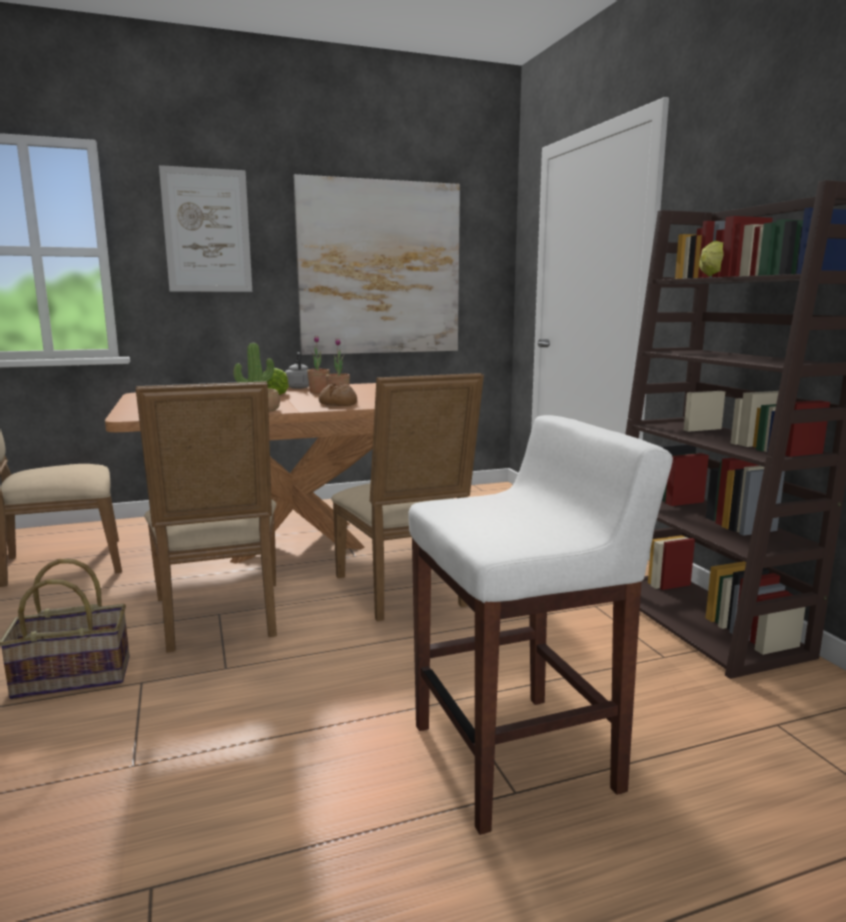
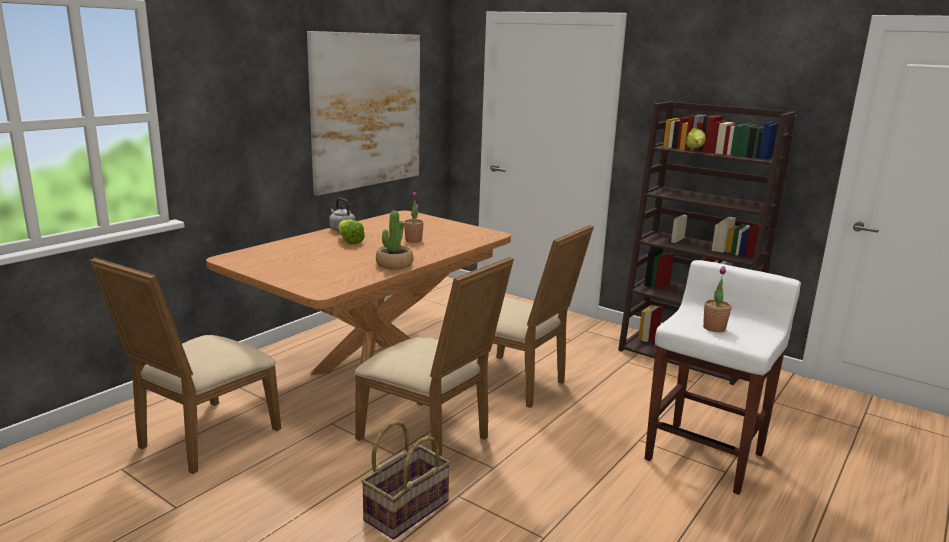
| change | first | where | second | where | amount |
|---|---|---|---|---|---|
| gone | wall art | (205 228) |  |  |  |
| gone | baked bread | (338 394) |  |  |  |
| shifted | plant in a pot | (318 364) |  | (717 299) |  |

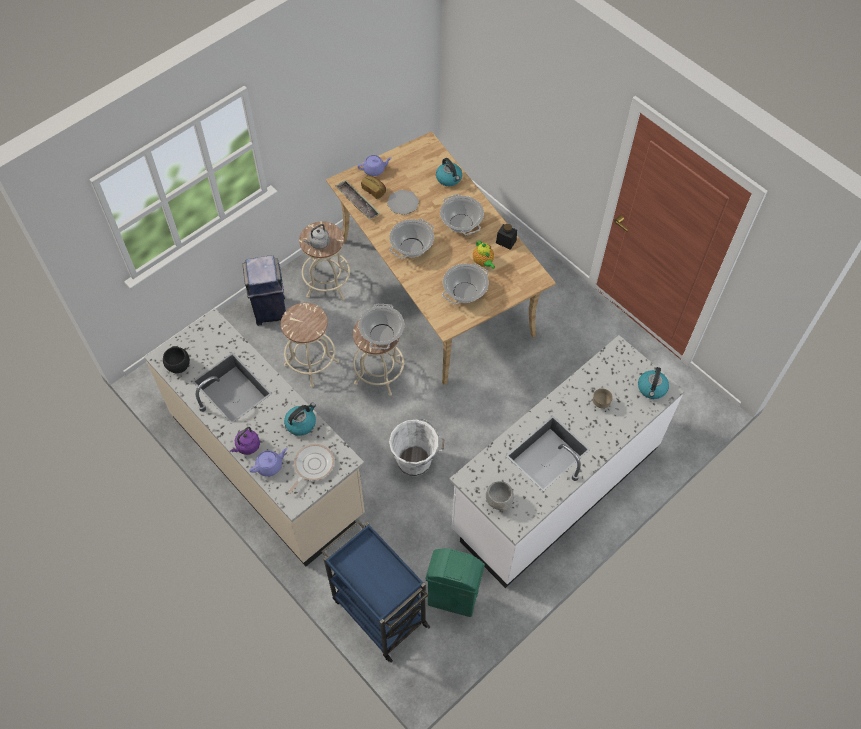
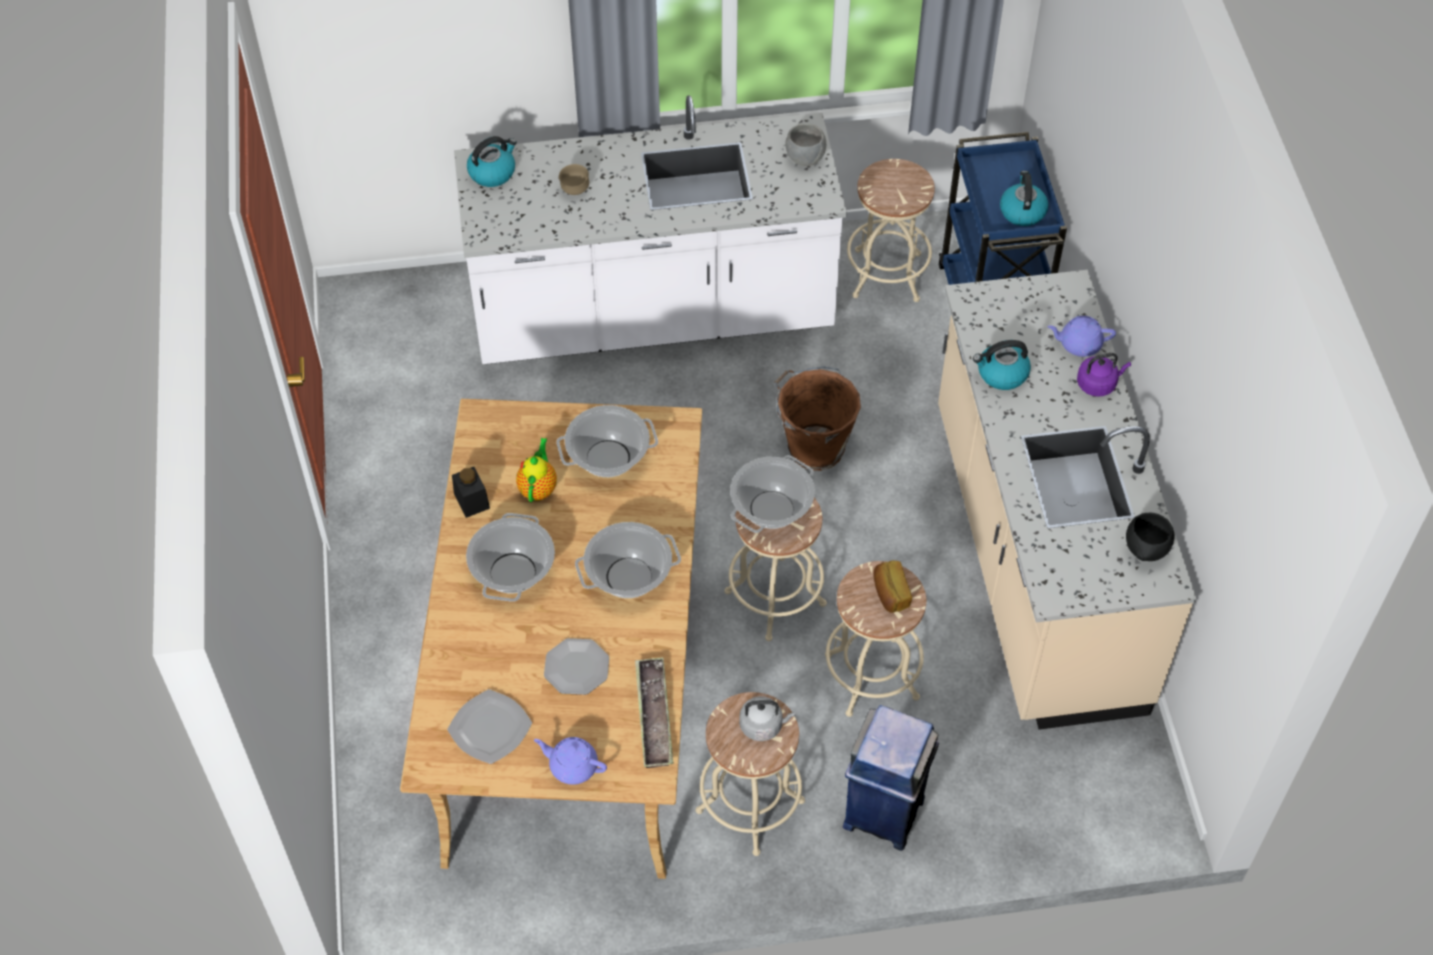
| change | first | where | second | where | amount |
|---|---|---|---|---|---|
| gone | pan | (311 469) |  |  |  |
| new |  |  | plate | (489 726) |  |
| shifted | baked bread | (373 187) |  | (892 587) |  |
| shifted | water kettle | (449 172) |  | (1024 198) |  |
| swapped | green waste bin | (455 582) | beige-coloured stool seat | (891 230) |  |
| repainted | white water bucket | (417 448) | brownish water bucket | (818 419) |  |

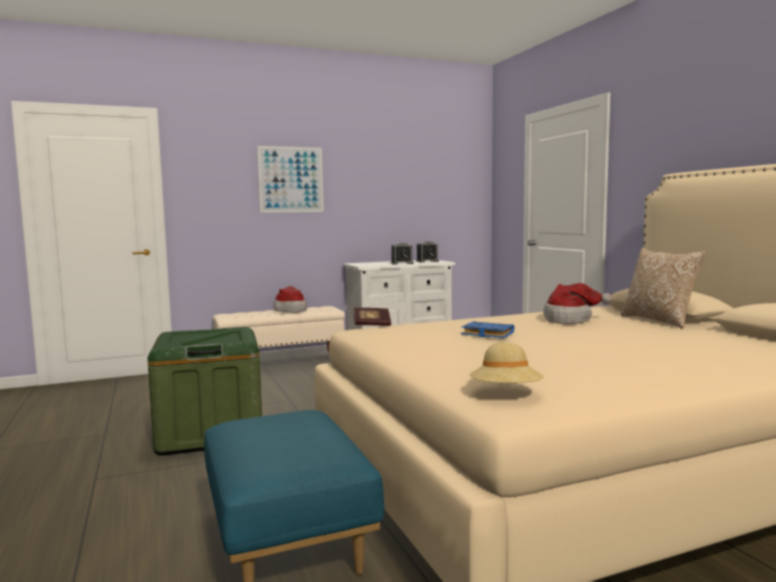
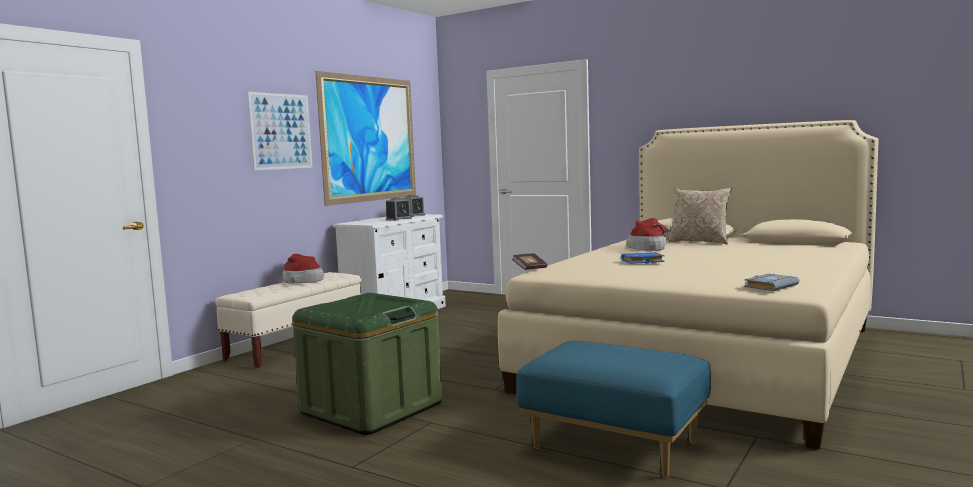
| change | first | where | second | where | amount |
|---|---|---|---|---|---|
| new |  |  | wall art | (365 138) |  |
| swapped | beige-coloured wearable hat | (506 362) | grey bound book | (771 282) |  |

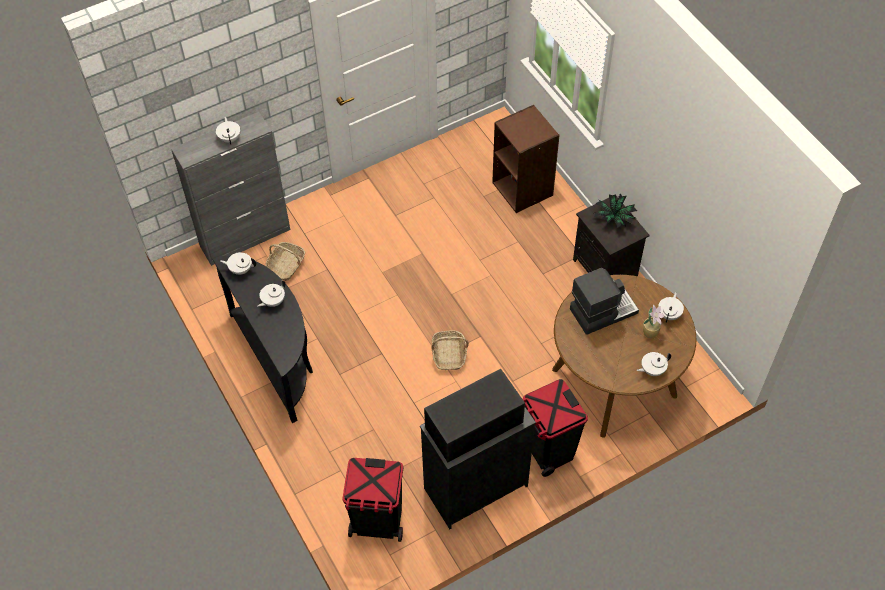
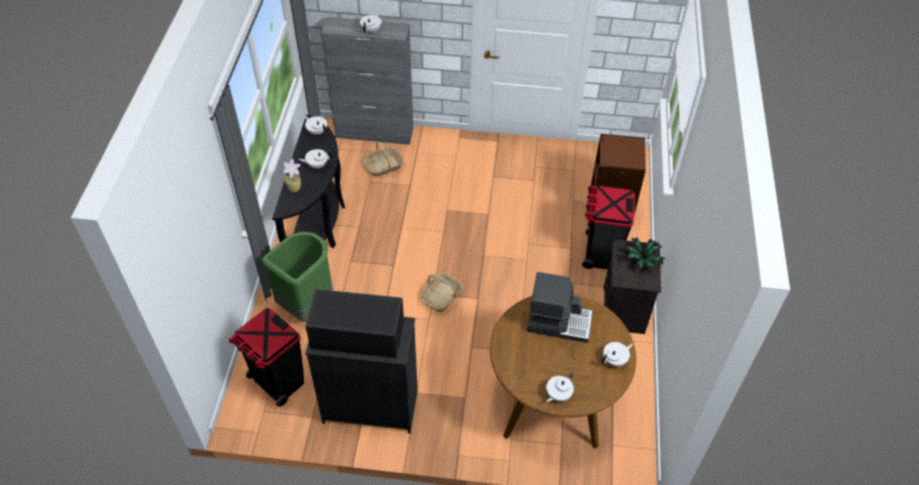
| change | first | where | second | where | amount |
|---|---|---|---|---|---|
| new |  |  | green waste bin | (297 277) |  |
| shifted | black-coloured waste bin | (555 428) |  | (608 227) |  |
| shifted | plant in a pot | (653 321) |  | (291 175) |  |
| rotated | white pot for tea | (654 364) |  | (560 387) | 60 degrees counterclockwise |

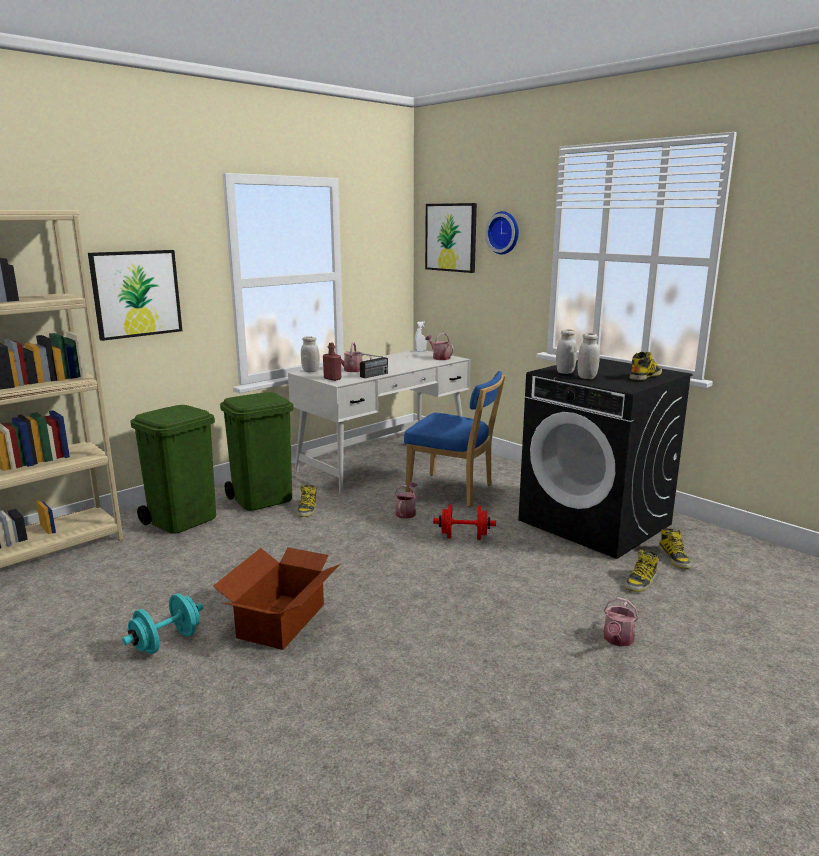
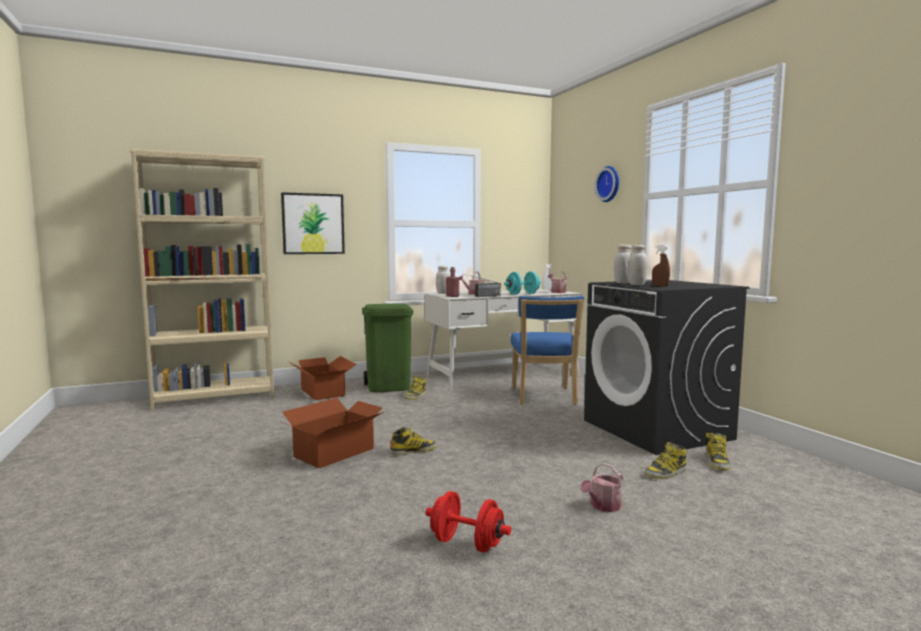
| change | first | where | second | where | amount |
|---|---|---|---|---|---|
| gone | watering pot | (405 500) |  |  |  |
| gone | wall art | (451 238) |  |  |  |
| new |  |  | brownish spray bottle | (661 266) |  |
| shifted | turquoise hand weight | (162 623) |  | (522 283) |  |
| shifted | reddish hand weight | (464 522) |  | (468 522) |  |
| shifted | high-top boot | (646 366) |  | (414 441) |  |
| swapped | green waste bin | (173 469) | carton | (323 378) |  |
| rotated | blue upright chair | (454 439) |  | (547 350) | 45 degrees clockwise |

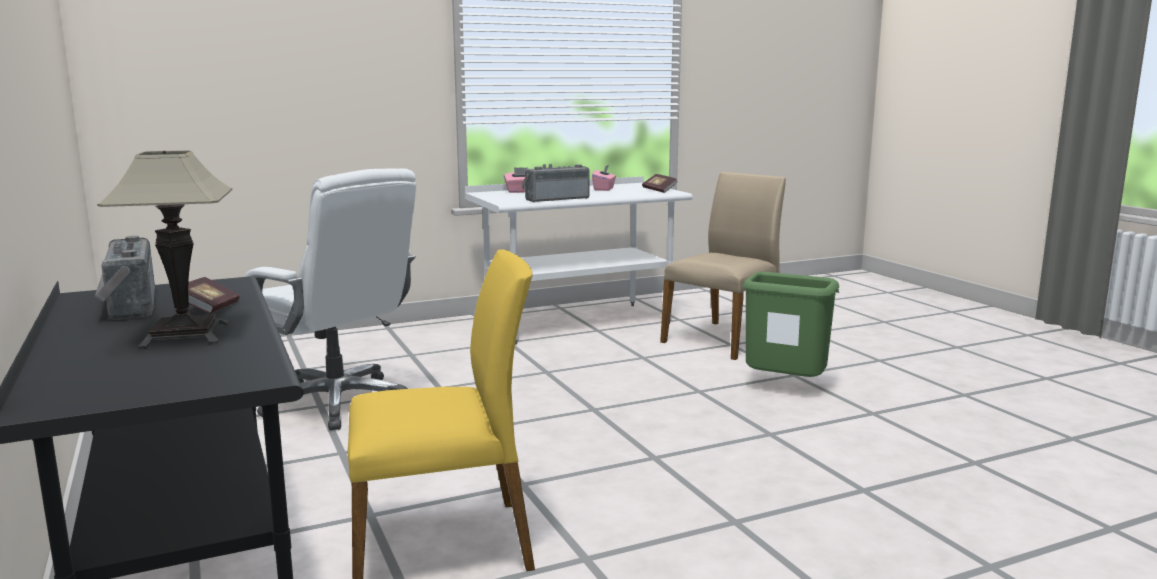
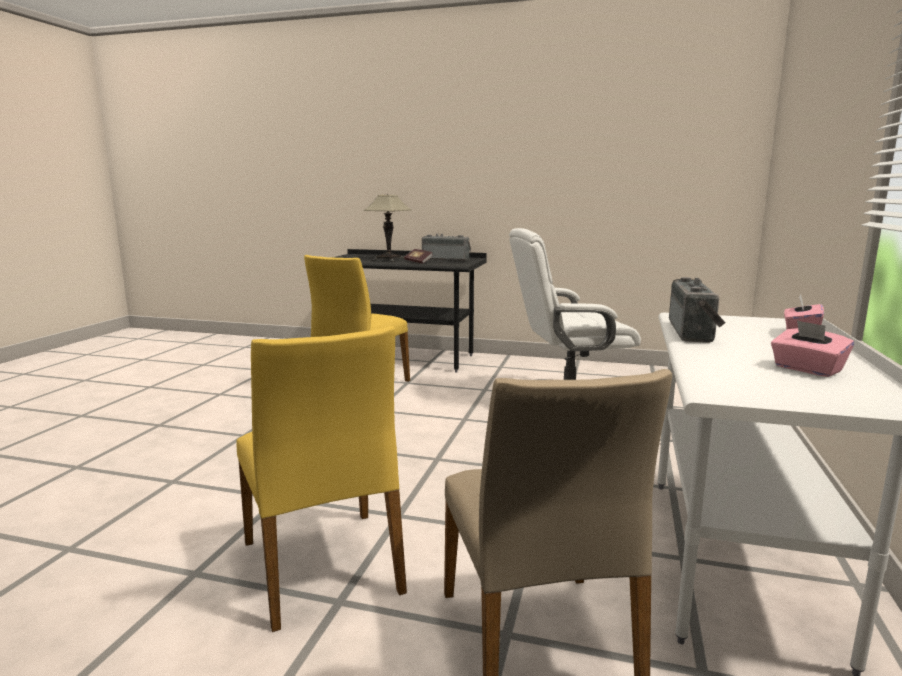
| change | first | where | second | where | amount |
|---|---|---|---|---|---|
| gone | bound book | (660 183) |  |  |  |
| swapped | green waste bin | (791 324) | yellowish upright chair | (321 479) |  |

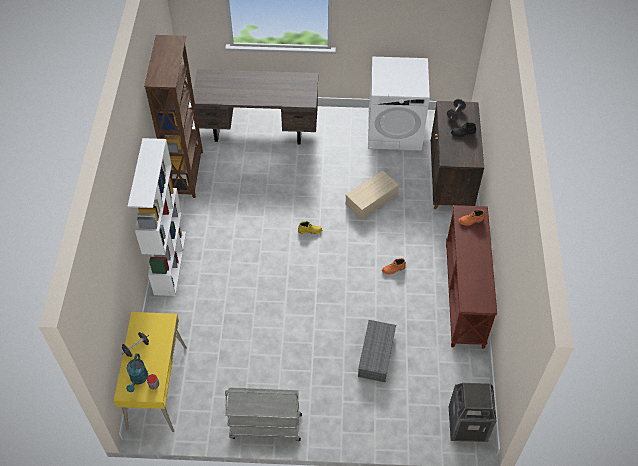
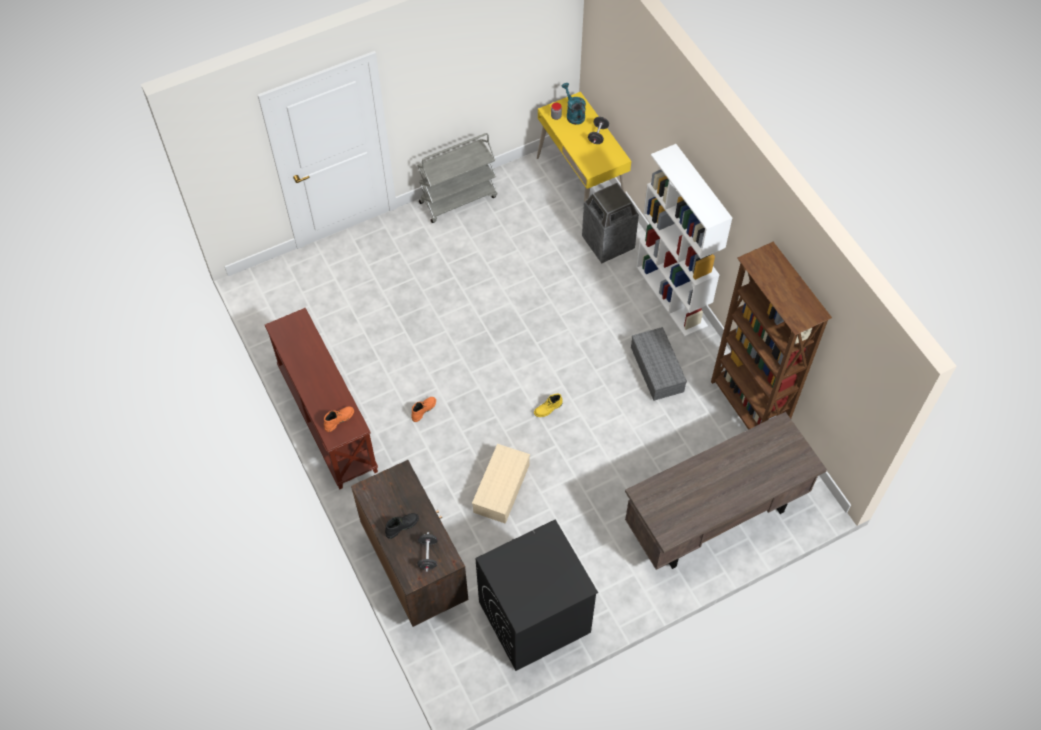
| change | first | where | second | where | amount |
|---|---|---|---|---|---|
| shifted | grey storage container | (377 351) |  | (659 364) |  |
| shifted | waste bin | (472 412) |  | (610 223) |  |
| repainted | white washing machine | (399 103) | black-coloured washing machine | (536 595) |  |

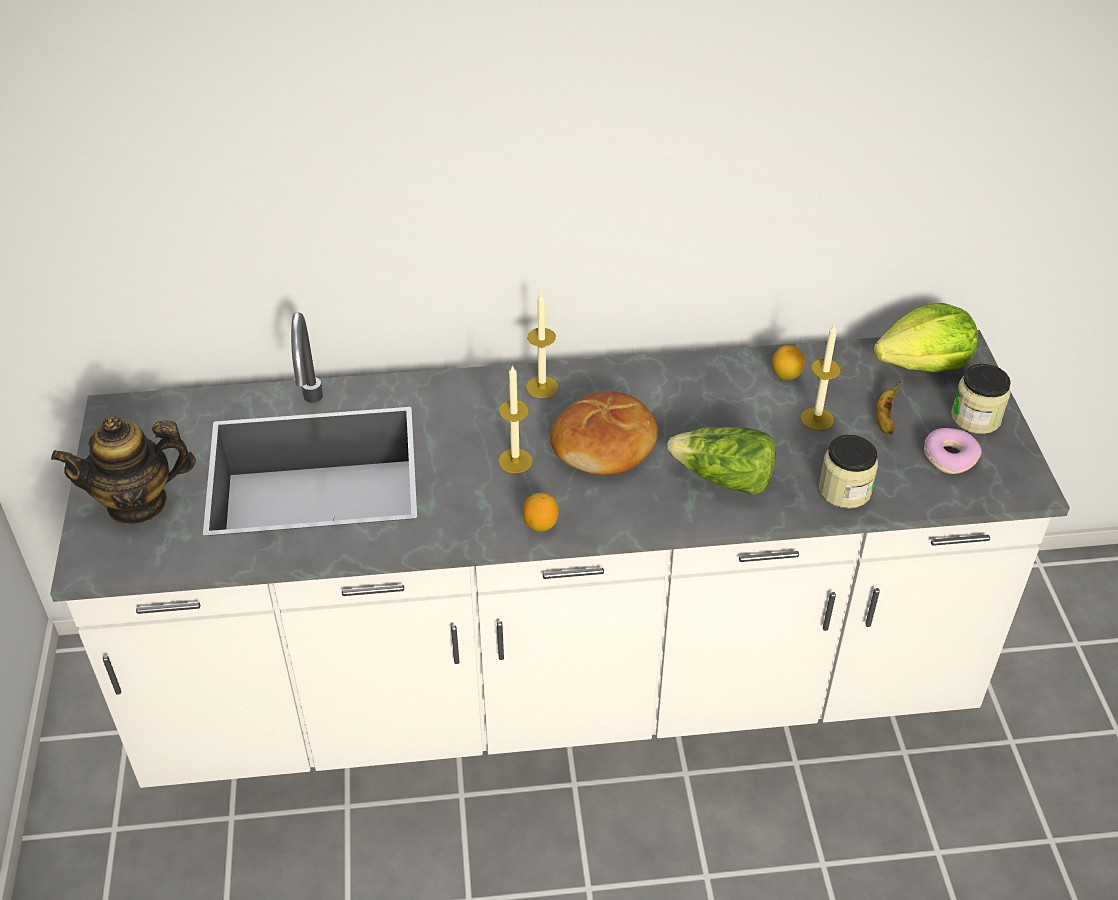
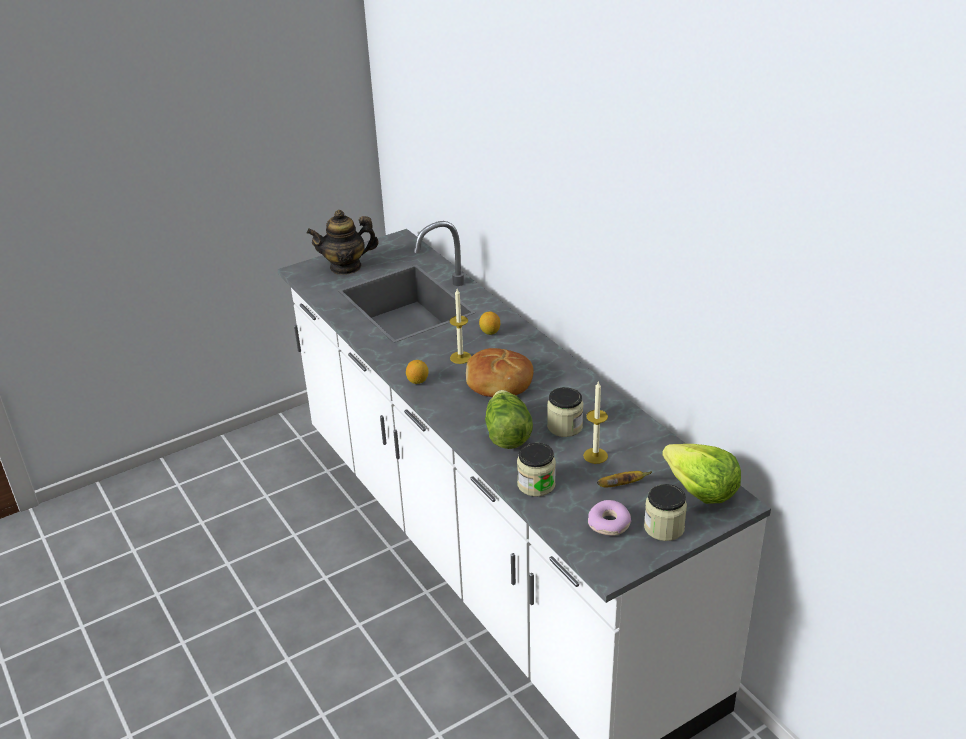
| change | first | where | second | where | amount |
|---|---|---|---|---|---|
| gone | candle | (542 345) |  |  |  |
| new |  |  | preserve jar | (565 412) |  |
| shifted | whole lemon | (788 362) |  | (489 323) |  |
| rotated | pot for tea | (123 470) |  | (343 242) | 60 degrees counterclockwise |

